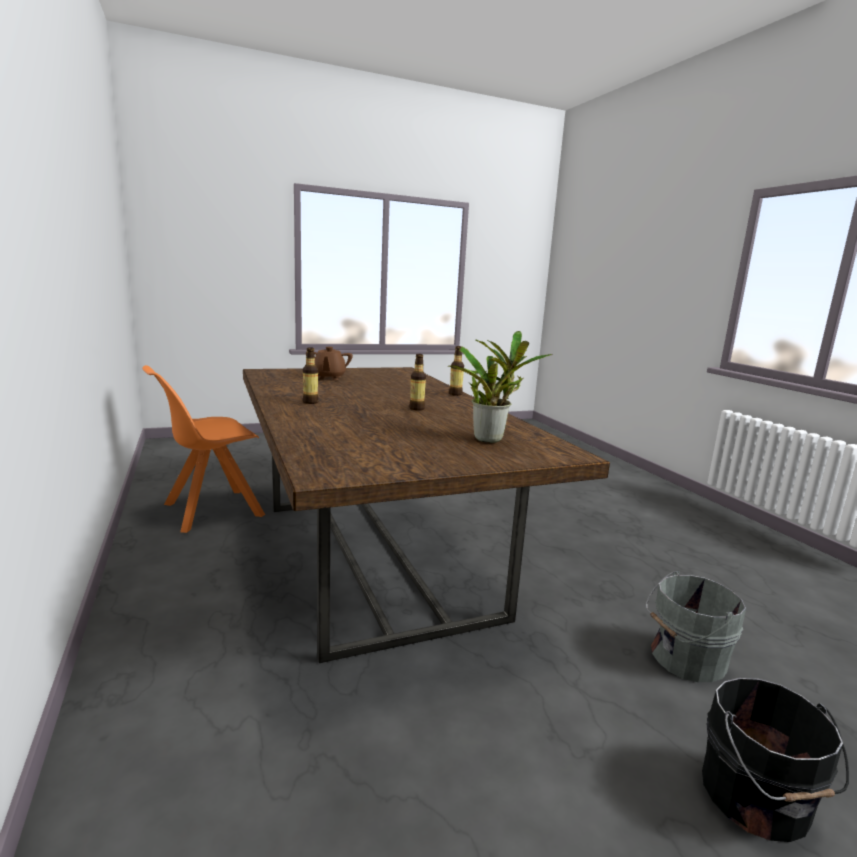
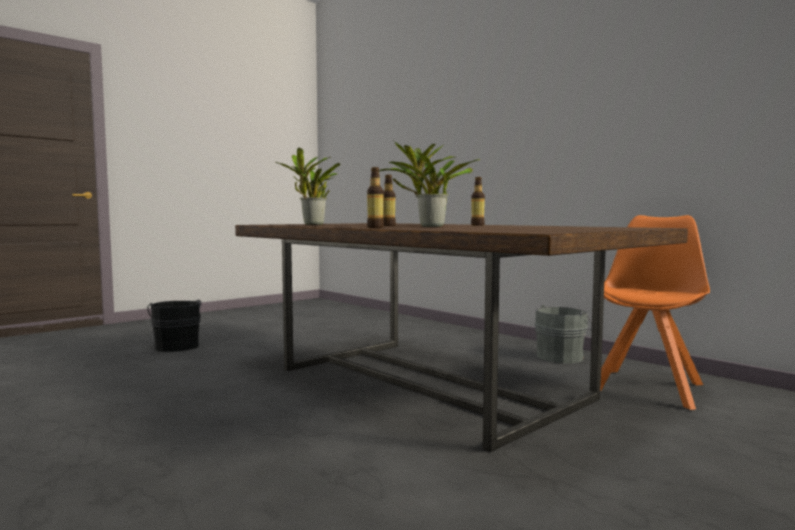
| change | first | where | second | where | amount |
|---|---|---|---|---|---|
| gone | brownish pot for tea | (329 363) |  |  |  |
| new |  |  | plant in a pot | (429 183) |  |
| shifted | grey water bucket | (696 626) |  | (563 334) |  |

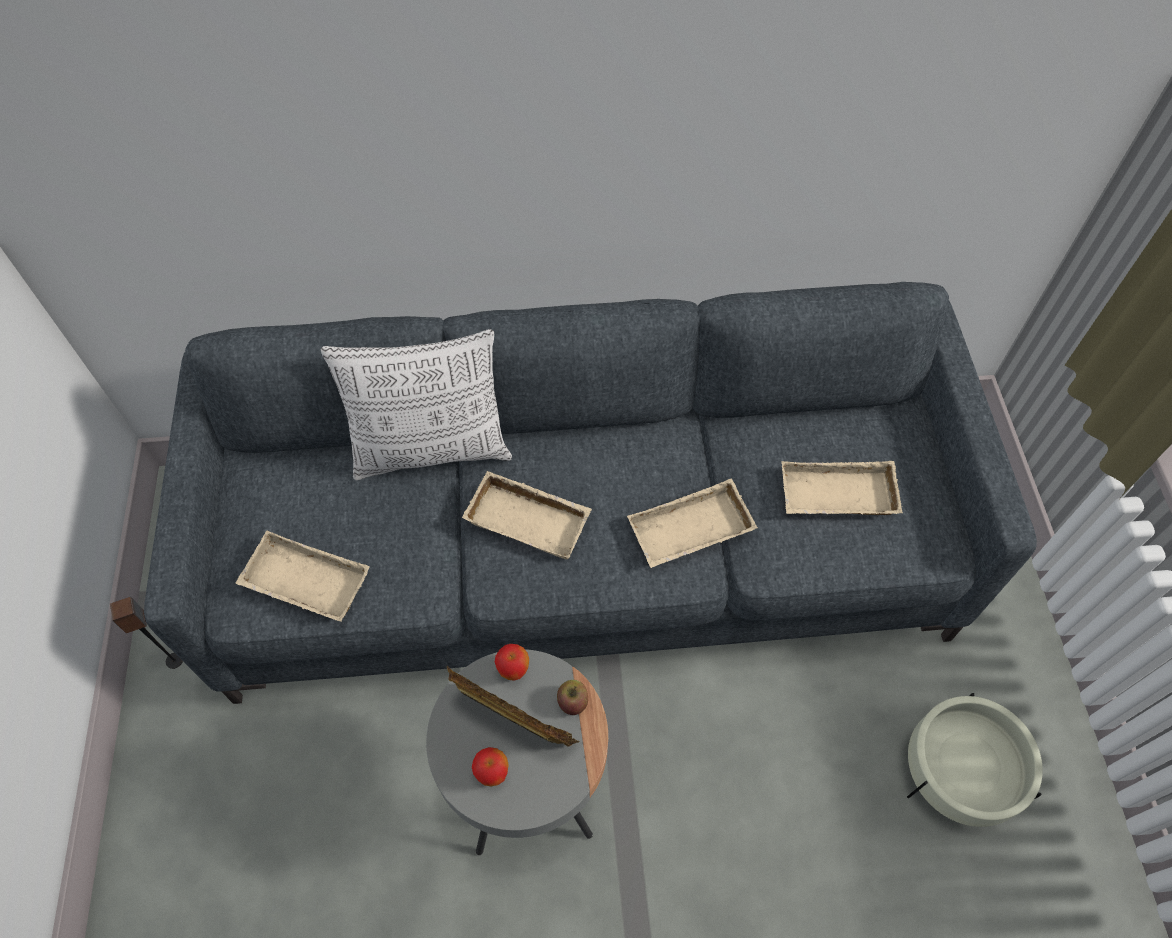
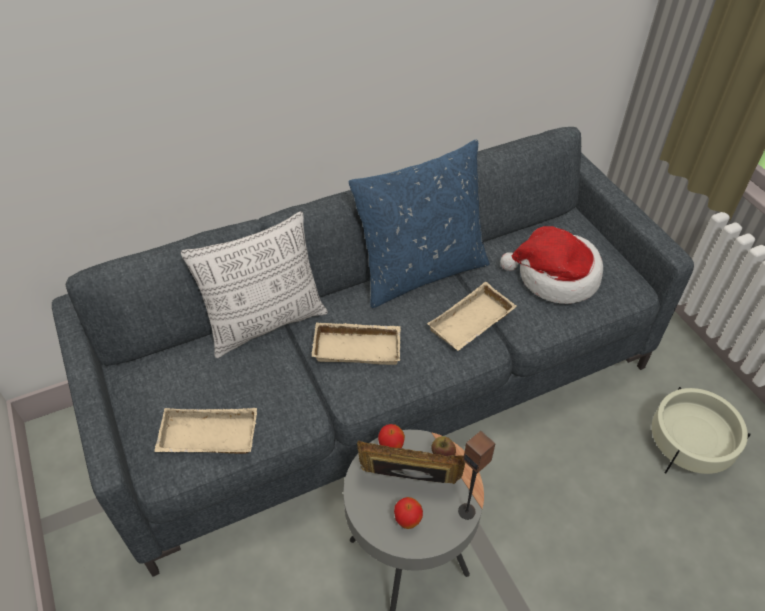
| change | first | where | second | where | amount |
|---|---|---|---|---|---|
| new |  |  | blue throw pillow | (419 223) |  |
| shifted | speaker | (146 633) |  | (477 475) |  |
| swapped | beige-coloured serving tray | (842 488) | wearable hat | (551 265) |  |

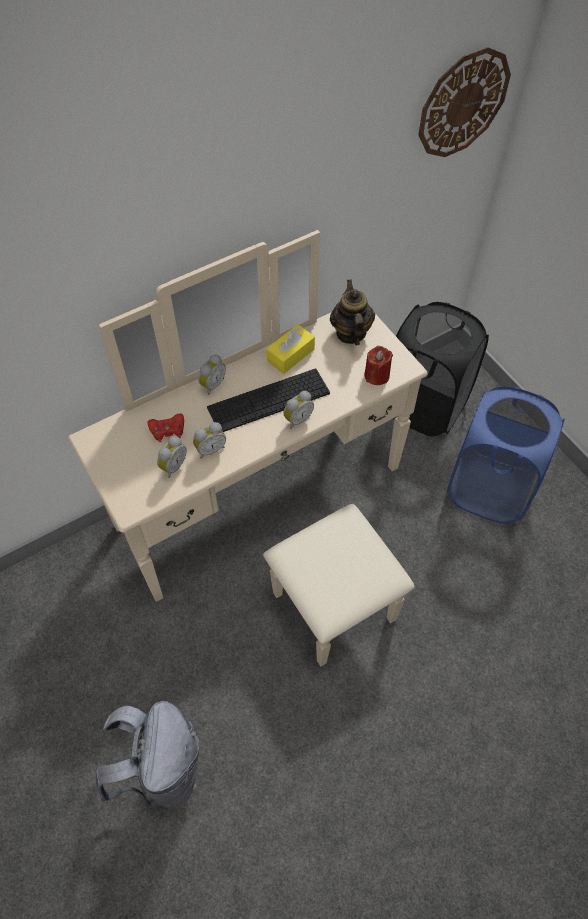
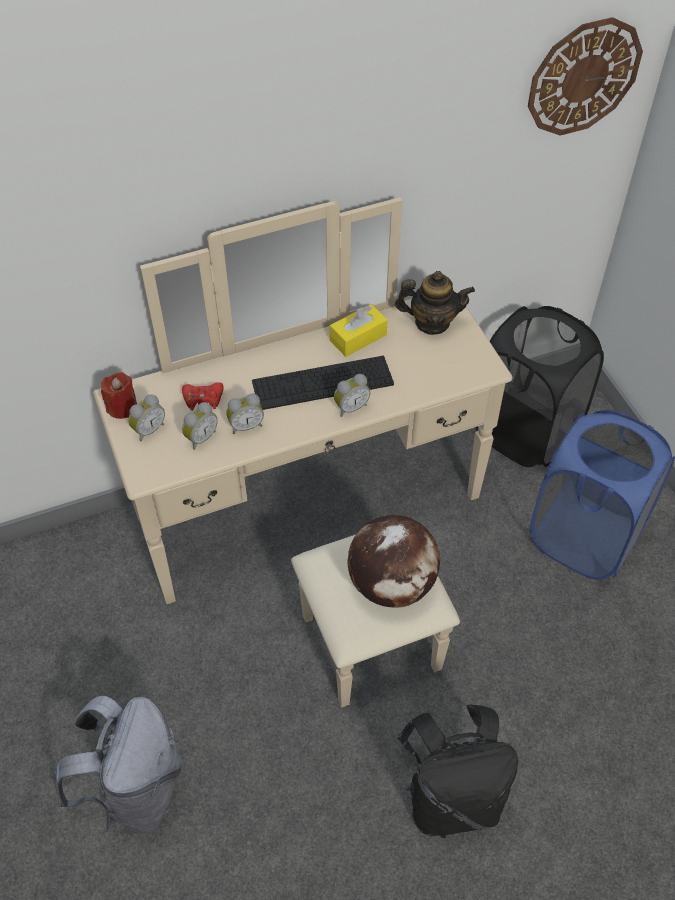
| change | first | where | second | where | amount |
|---|---|---|---|---|---|
| new |  |  | desk globe | (393 561) |  |
| new |  |  | black-coloured knapsack | (458 771) |  |
| shifted | bedside clock | (212 374) |  | (146 417) |  |
| shifted | reddish candle | (378 365) |  | (119 395) |  |
| rotated | pot for tea | (352 313) |  | (435 303) | 90 degrees clockwise |

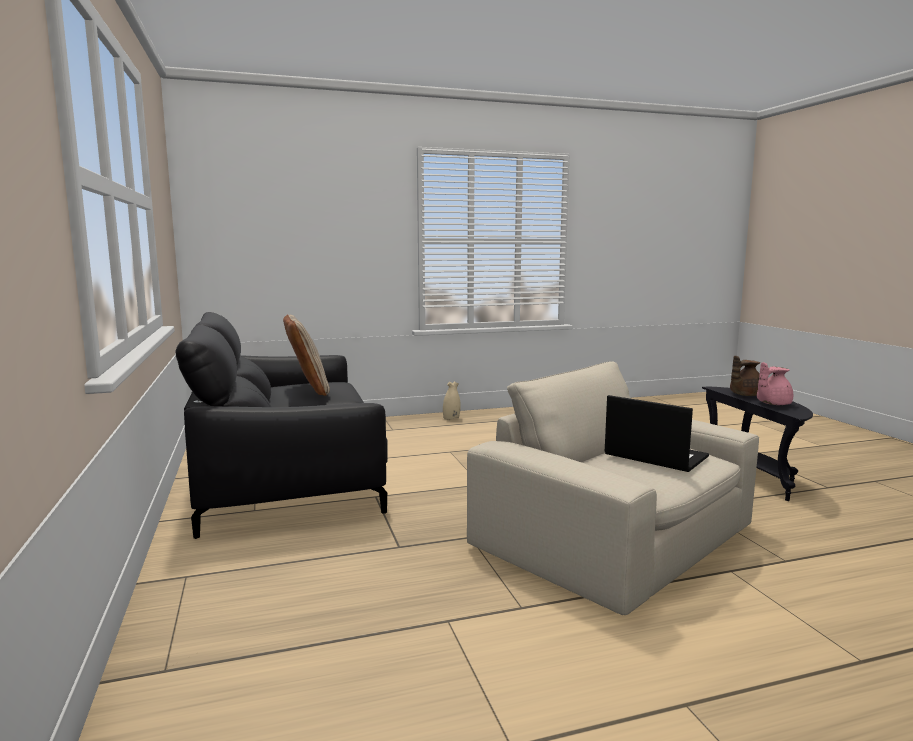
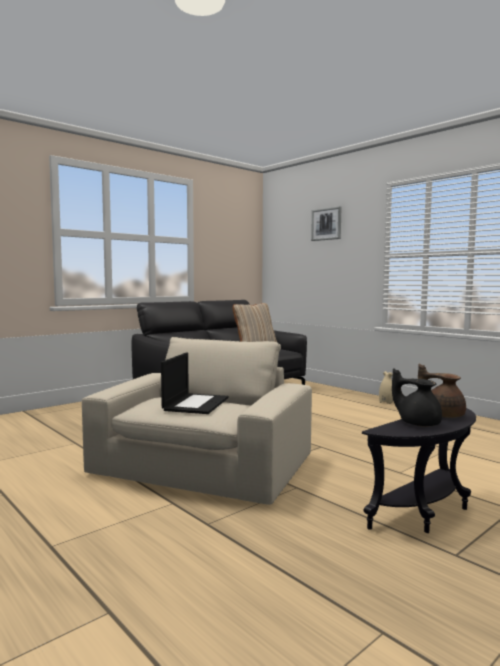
| change | first | where | second | where | amount |
|---|---|---|---|---|---|
| new |  |  | wall art | (326 223) |  |
| repainted | pink-coloured pot for tea | (775 383) | black-coloured pot for tea | (417 397) |  |

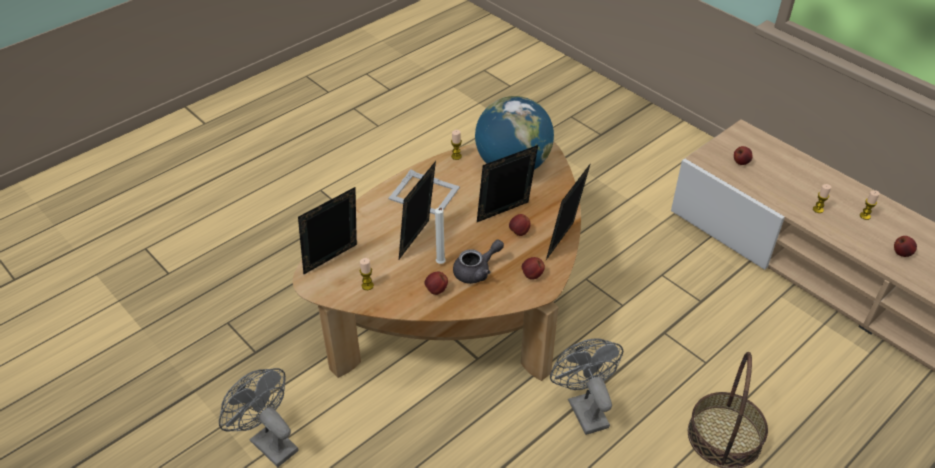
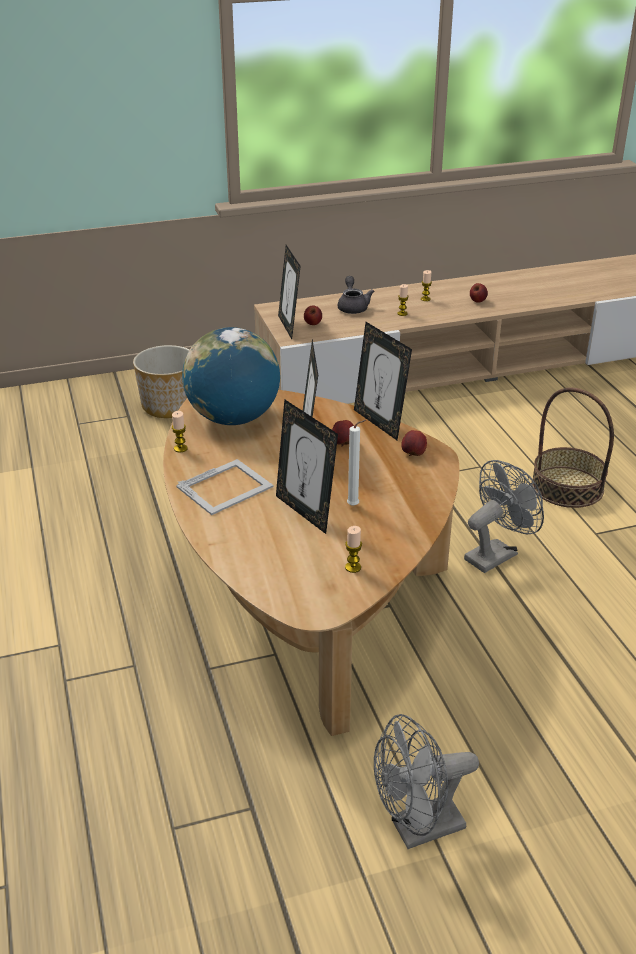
| change | first | where | second | where | amount |
|---|---|---|---|---|---|
| gone | apple fruit | (436 283) |  |  |  |
| new |  |  | planter | (161 381) |  |
| shifted | standing frame | (327 230) |  | (289 292) |  |
| shifted | grey pot for tea | (478 261) |  | (356 295) |  |
| rotated | grey fan | (587 386) |  | (504 516) | 135 degrees clockwise |

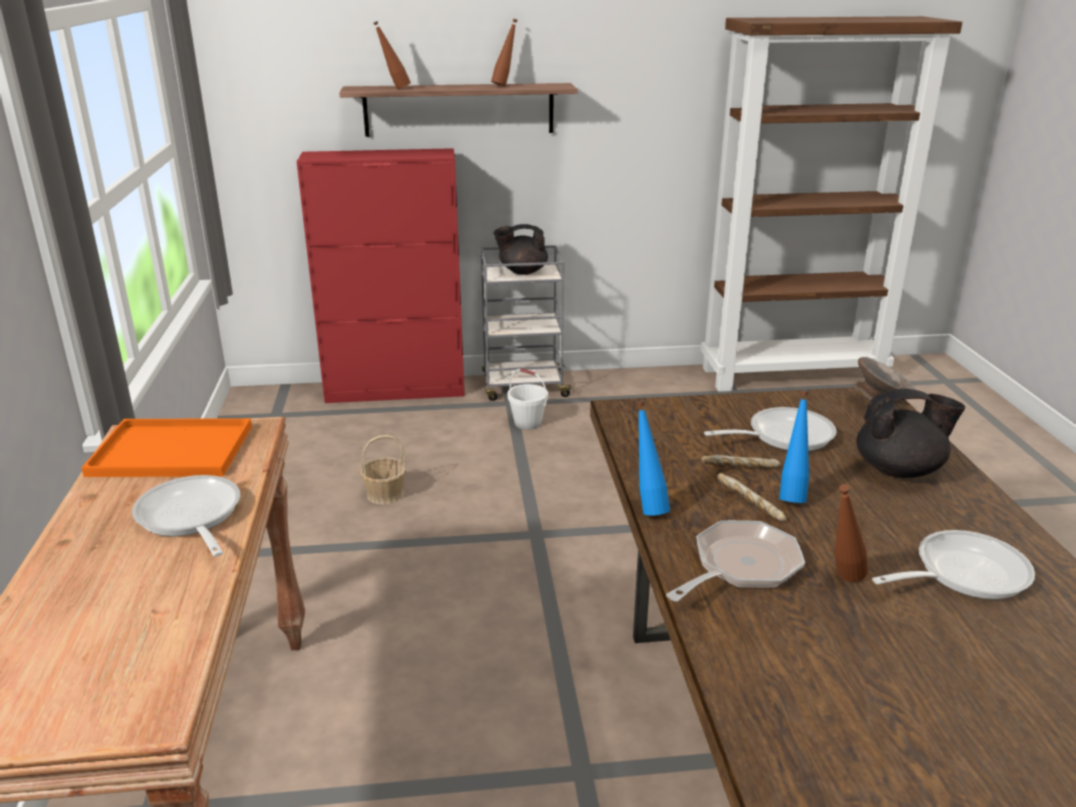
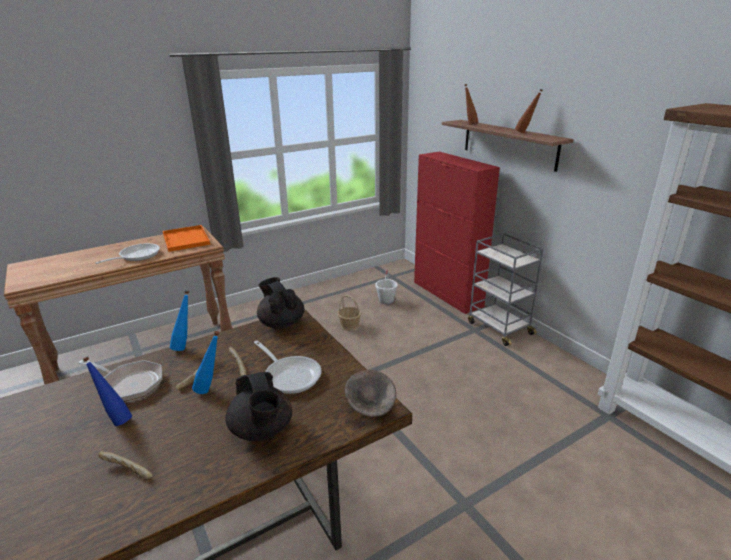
| change | first | where | second | where | amount |
|---|---|---|---|---|---|
| shifted | black-coloured pot for tea | (520 249) |  | (281 303) |  |
| shifted | white water bucket | (527 399) |  | (386 287) |  |
| swapped | pan | (953 564) | baked bread | (125 465) |  |
| repainted | brownish drink bottle | (851 533) | blue drink bottle | (107 391) |  |

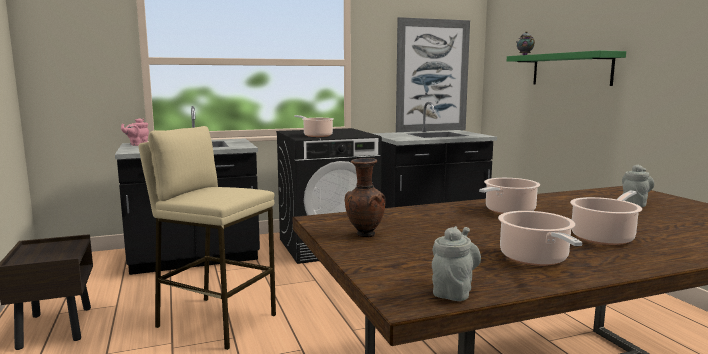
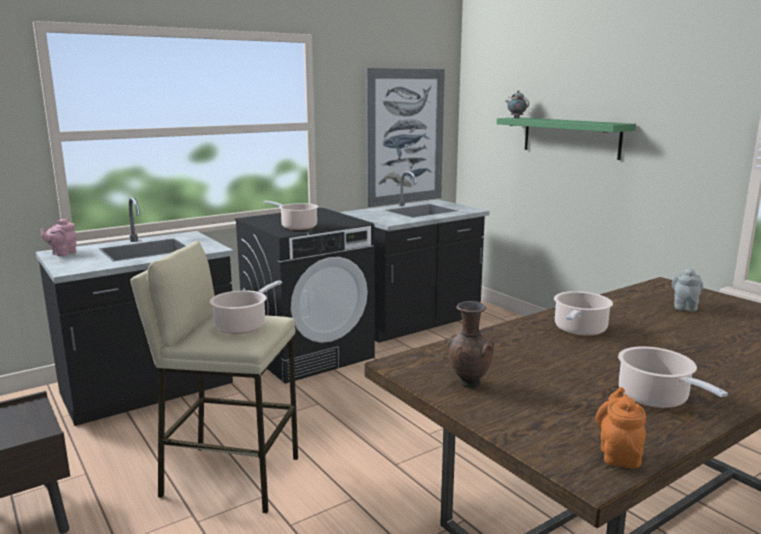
| change | first | where | second | where | amount |
|---|---|---|---|---|---|
| shifted | cooking pot | (606 217) |  | (246 307) |  |
| repainted | grey pot for tea | (456 263) | orange pot for tea | (621 427) |  |

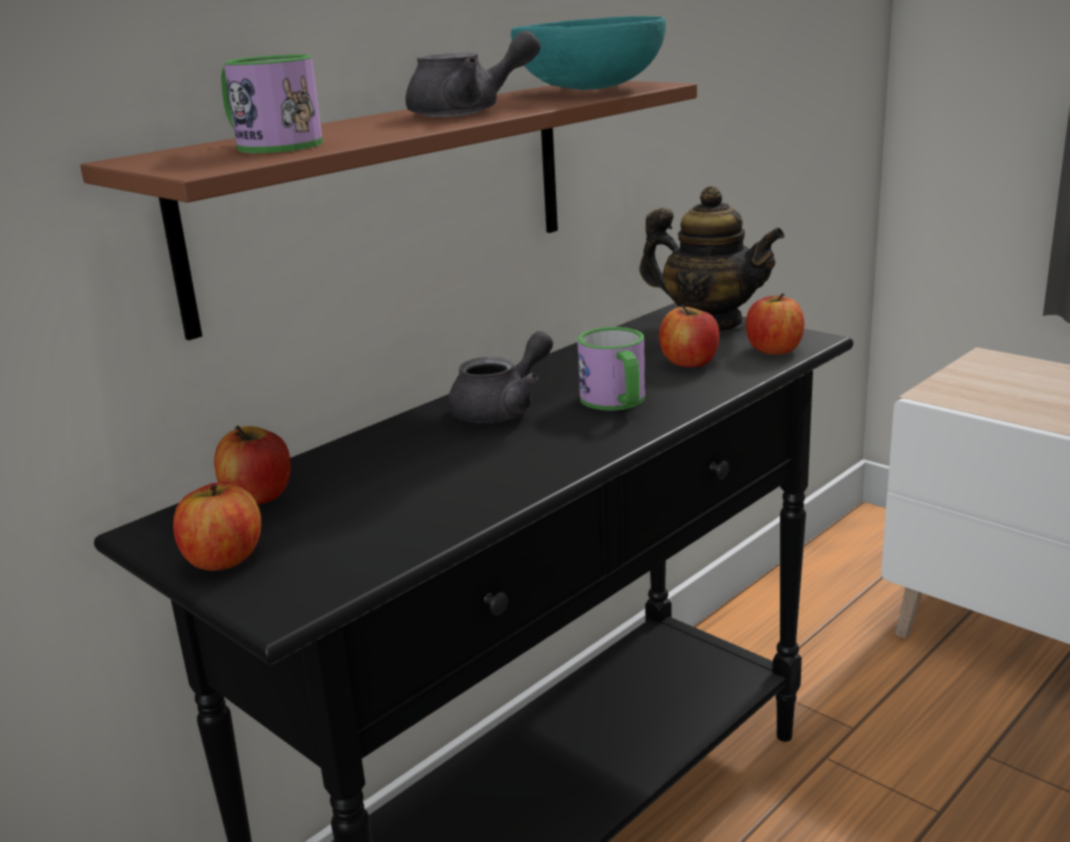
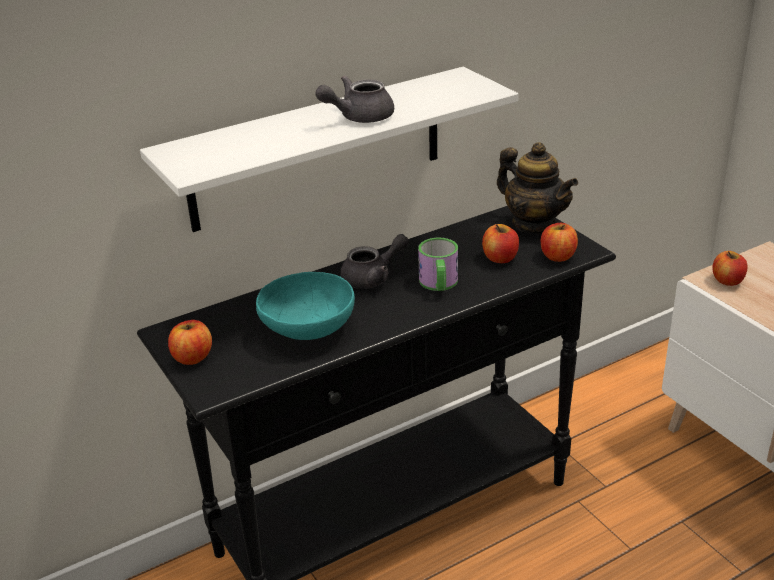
| change | first | where | second | where | amount |
|---|---|---|---|---|---|
| gone | mug | (272 103) |  |  |  |
| shifted | apple fruit | (252 465) |  | (730 268) |  |
| shifted | turquoise bowl | (588 53) |  | (305 306) |  |
| repainted | brownish shelf | (388 210) | white shelf | (329 149) |  |
| rotated | grey pot for tea | (473 74) |  | (355 99) | 150 degrees clockwise |

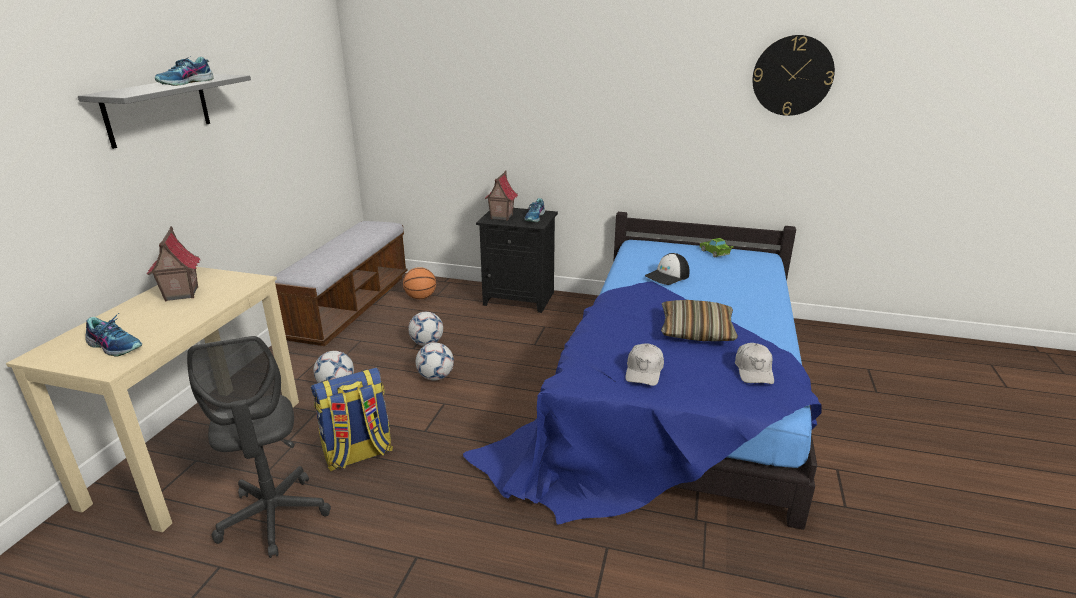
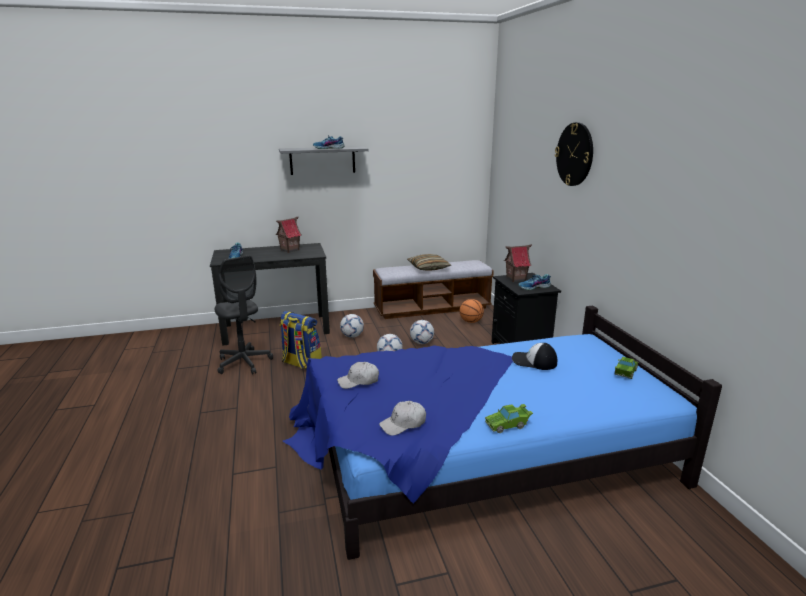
| change | first | where | second | where | amount |
|---|---|---|---|---|---|
| new |  |  | green toy car | (509 418) |  |
| shifted | throw pillow | (699 320) |  | (429 262) |  |
| shifted | wall clock | (793 75) |  | (574 154) |  |
| repainted | beige-coloured desk unit | (152 400) | black-coloured desk unit | (270 294) |  |
| rotated | grey office chair | (259 447) |  | (244 315) | 75 degrees counterclockwise |

